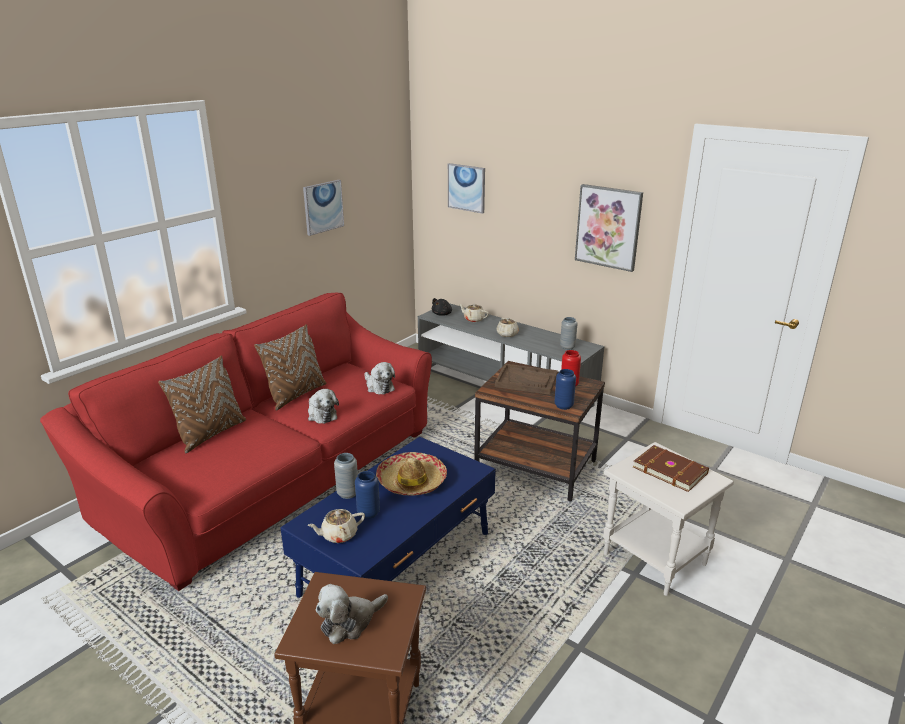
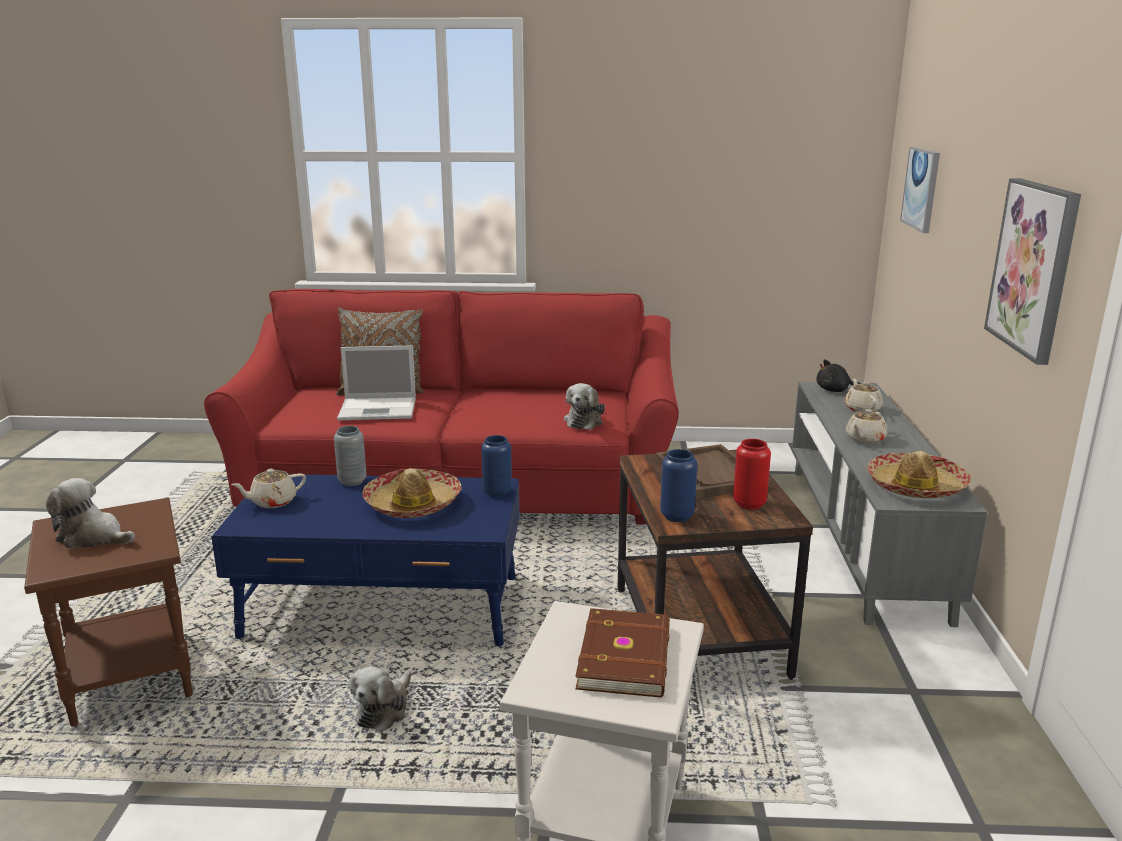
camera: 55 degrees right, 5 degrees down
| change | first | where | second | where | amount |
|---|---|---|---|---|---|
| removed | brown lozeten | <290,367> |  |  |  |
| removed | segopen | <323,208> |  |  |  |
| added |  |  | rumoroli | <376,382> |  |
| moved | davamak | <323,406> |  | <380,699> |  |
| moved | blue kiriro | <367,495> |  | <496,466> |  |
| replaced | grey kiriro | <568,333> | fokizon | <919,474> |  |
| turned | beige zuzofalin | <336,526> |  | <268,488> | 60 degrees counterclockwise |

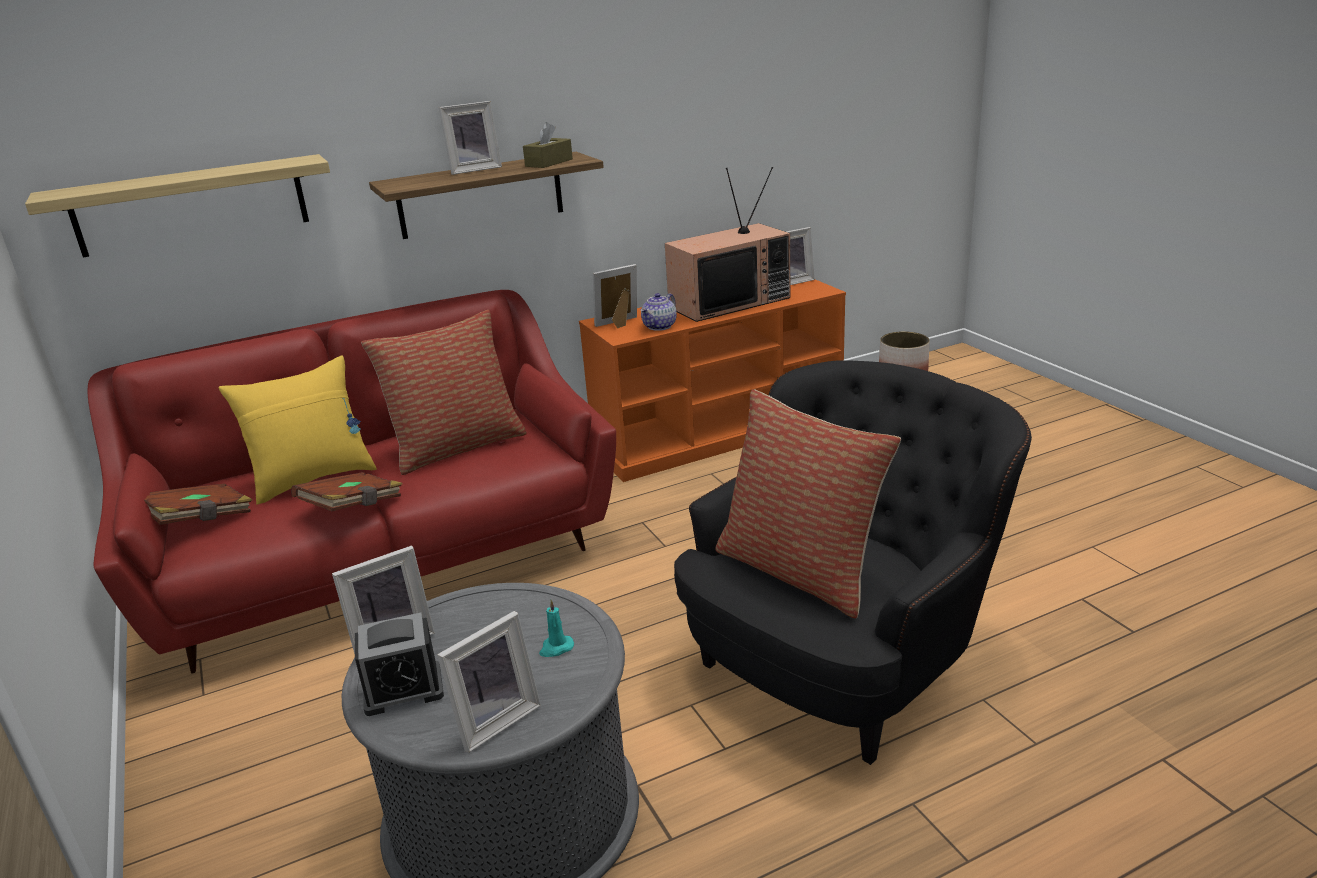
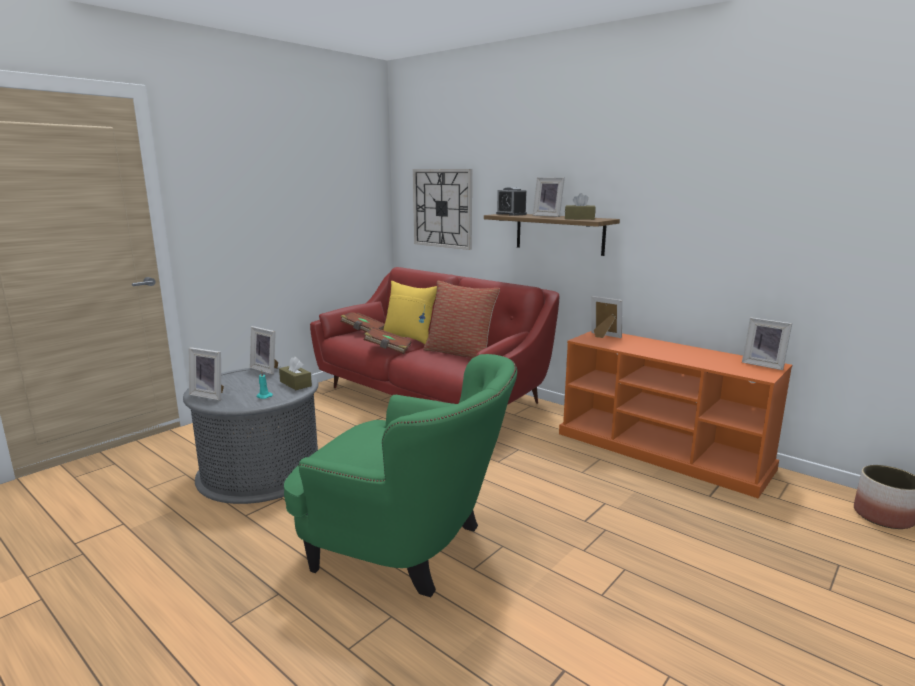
camera: 65 degrees right, 10 degrees down
| change | first | where | second | where | amount |
|---|---|---|---|---|---|
| removed | zuzofalin | <658,312> |  |  |  |
| removed | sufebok | <727,244> |  |  |  |
| removed | lozeten | <808,504> |  |  |  |
| added |  |  | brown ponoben | <295,373> |  |
| moved | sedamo | <399,664> |  | <511,201> |  |
| replaced | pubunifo | <177,205> | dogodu | <442,209> |  |
| recoloured | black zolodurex | <853,562> | green zolodurex | <400,475> |  |

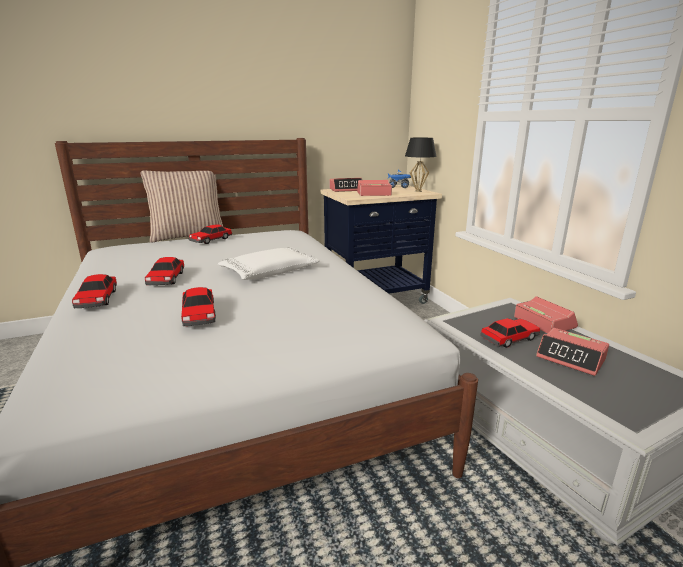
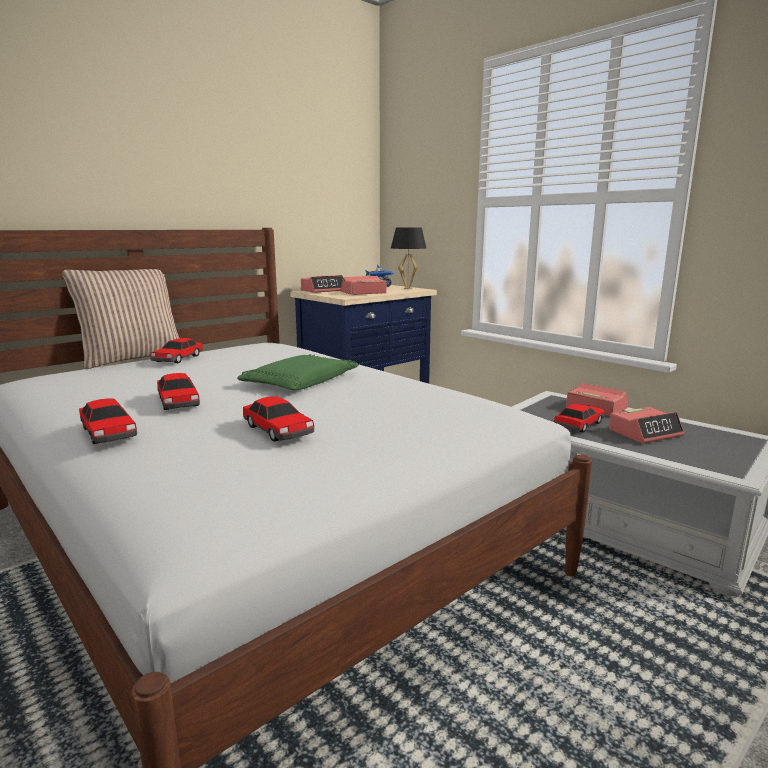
camera: 20 degrees left, 5 degrees down
| change | first | where | second | where | amount |
|---|---|---|---|---|---|
| recoloured | white lozeten | <268,263> | green lozeten | <298,372> |  |
| turned | sedamo | <572,352> |  | <646,425> | 45 degrees counterclockwise |

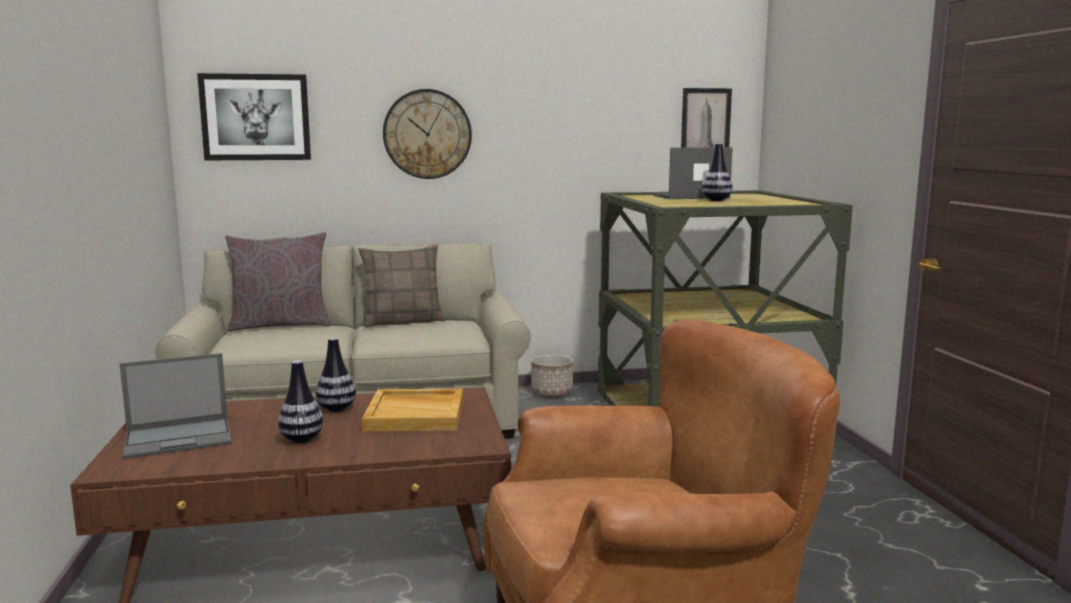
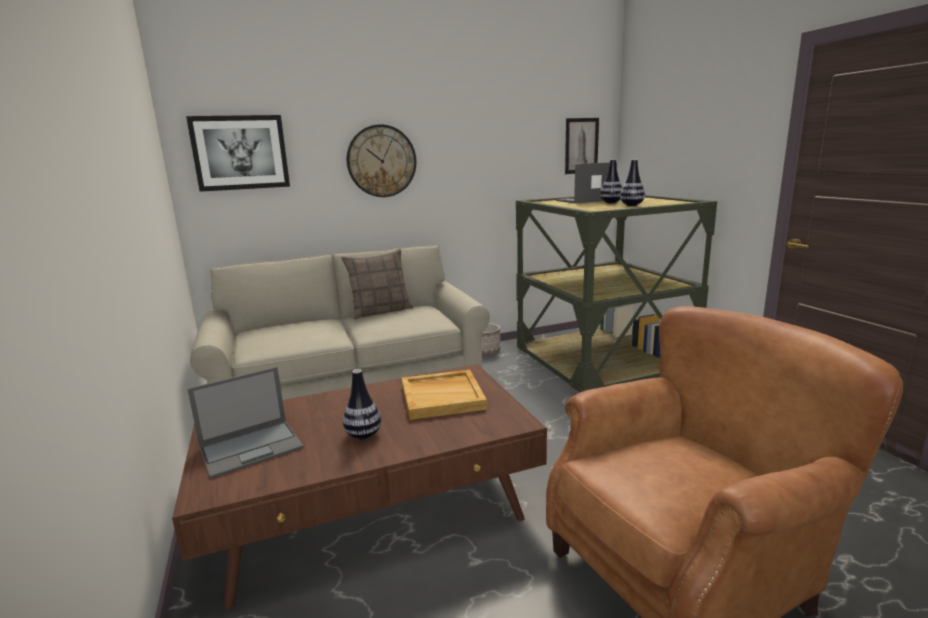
camera: 10 degrees left, 5 degrees up
| change | first | where | second | where | amount |
|---|---|---|---|---|---|
| removed | grey lozeten | <277,282> |  |  |  |
| moved | kiriro | <335,374> |  | <632,183> |  |

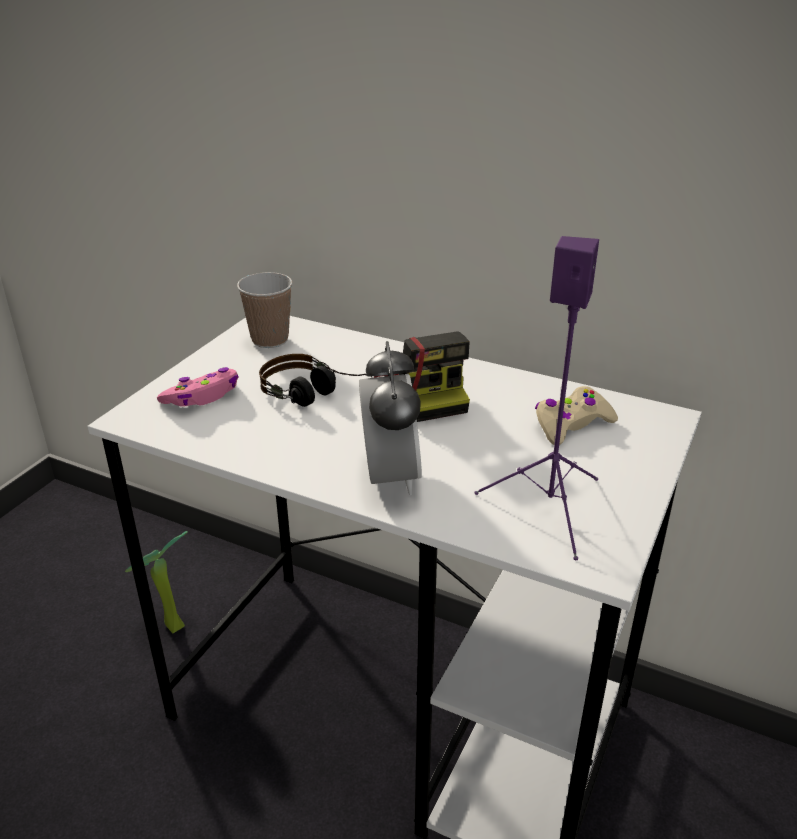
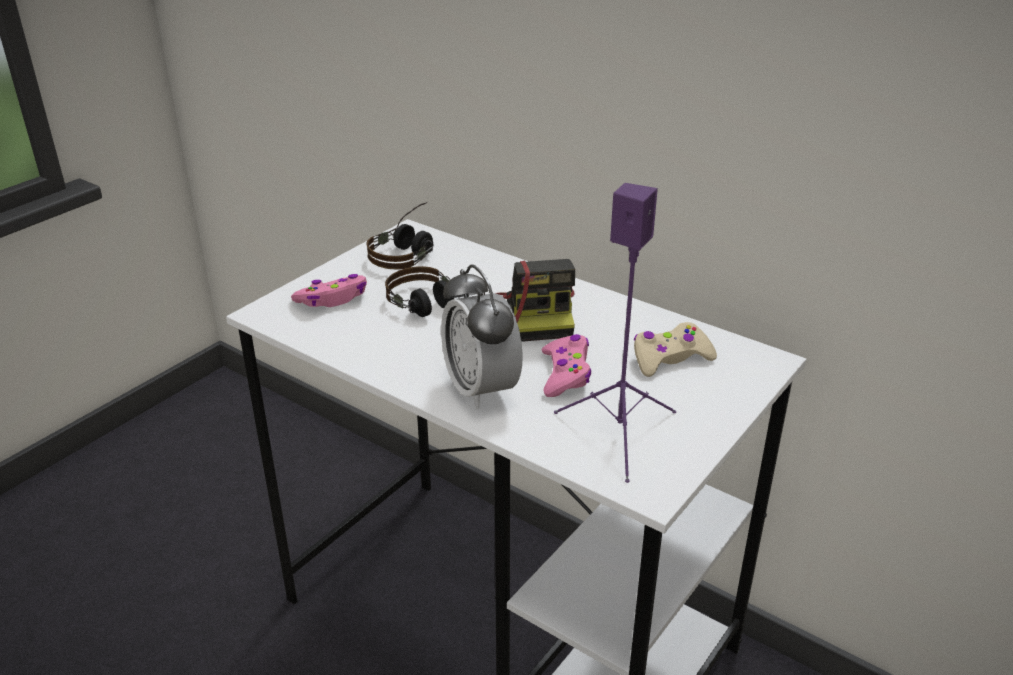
camera: 10 degrees right, 0 degrees up
| change | first | where | second | where | amount |
|---|---|---|---|---|---|
| removed | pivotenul | <156,582> |  |  |  |
| added |  |  | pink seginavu | <566,365> |  |
| replaced | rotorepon | <265,310> | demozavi | <399,235> |  |
| turned | sedamo | <390,418> |  | <482,336> | 150 degrees clockwise |

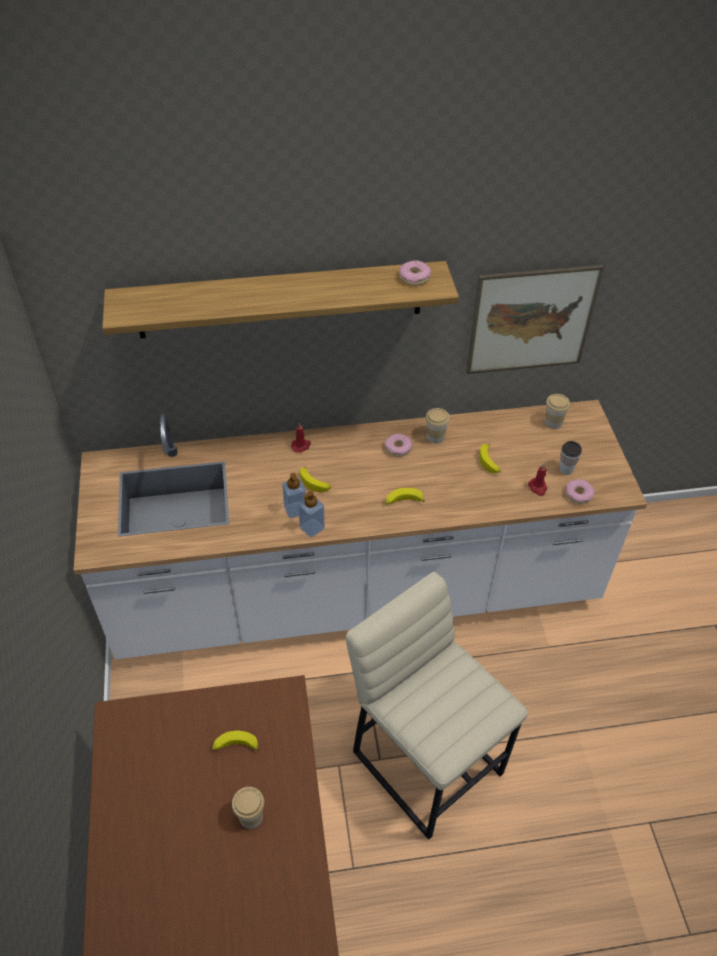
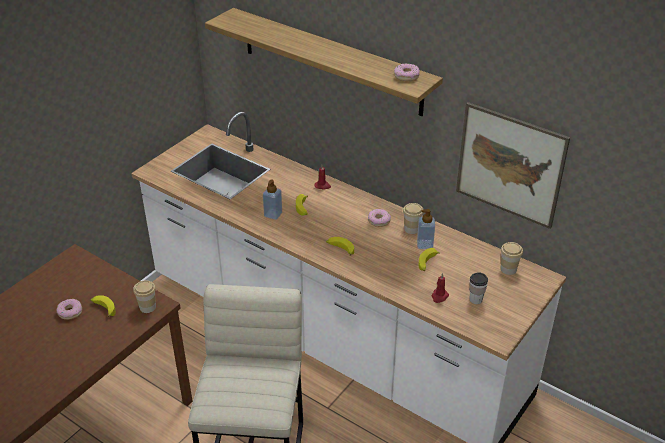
camera: 45 degrees right, 10 degrees down
| change | first | where | second | where | amount |
|---|---|---|---|---|---|
| moved | rotorepon | <248,808> |  | <144,296> |  |
| moved | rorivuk | <311,514> |  | <426,229> |  |
| moved | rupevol | <580,491> |  | <69,309> |  |

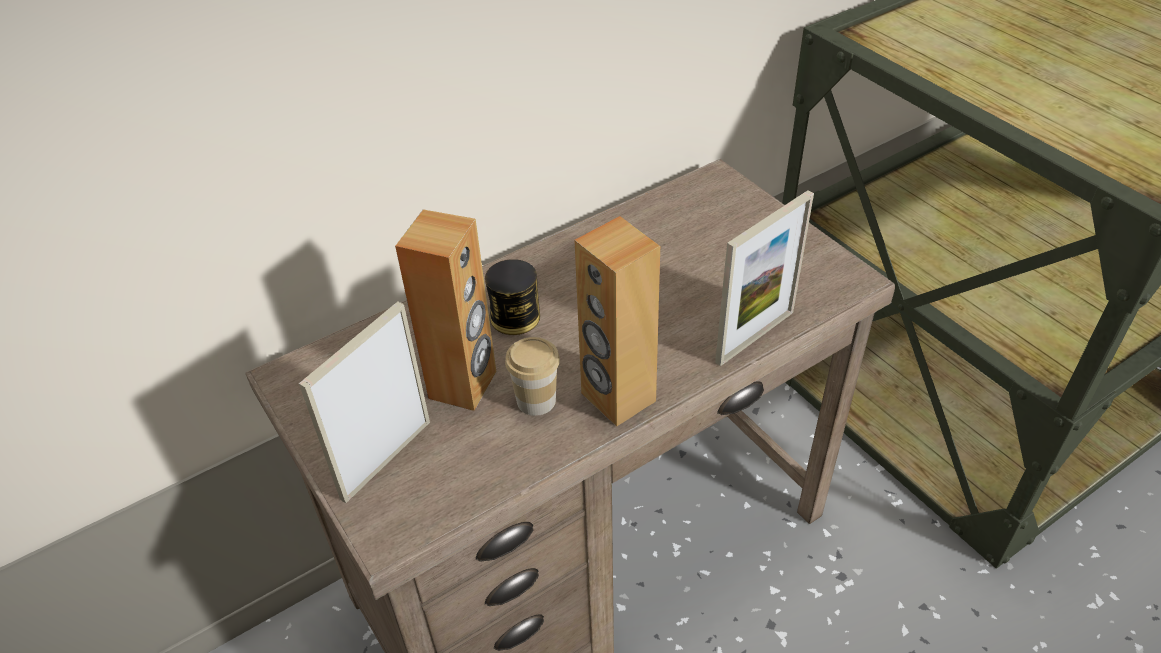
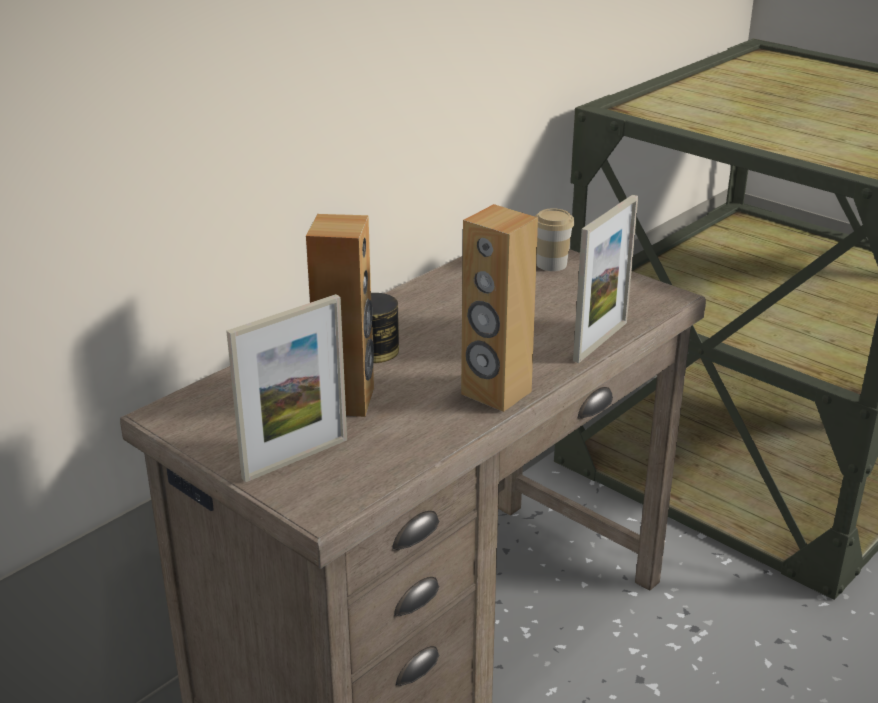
camera: 15 degrees left, 15 degrees down
| change | first | where | second | where | amount |
|---|---|---|---|---|---|
| moved | rotorepon | <532,376> |  | <555,239> |  |
| turned | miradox | <364,402> |  | <286,388> | 150 degrees counterclockwise |

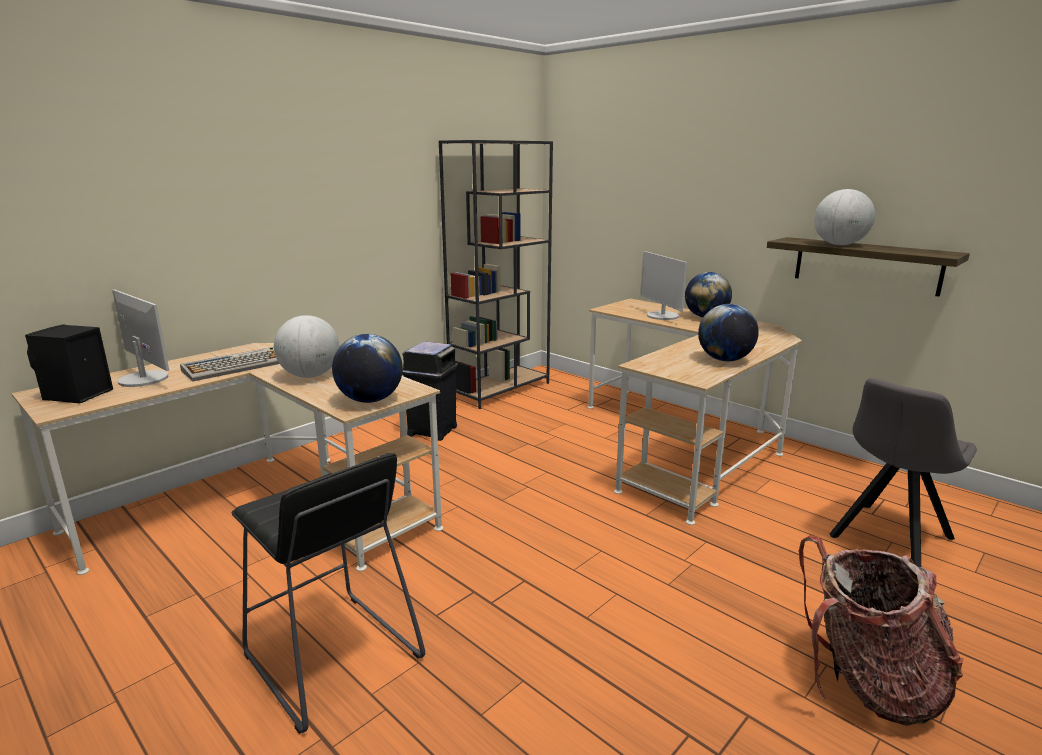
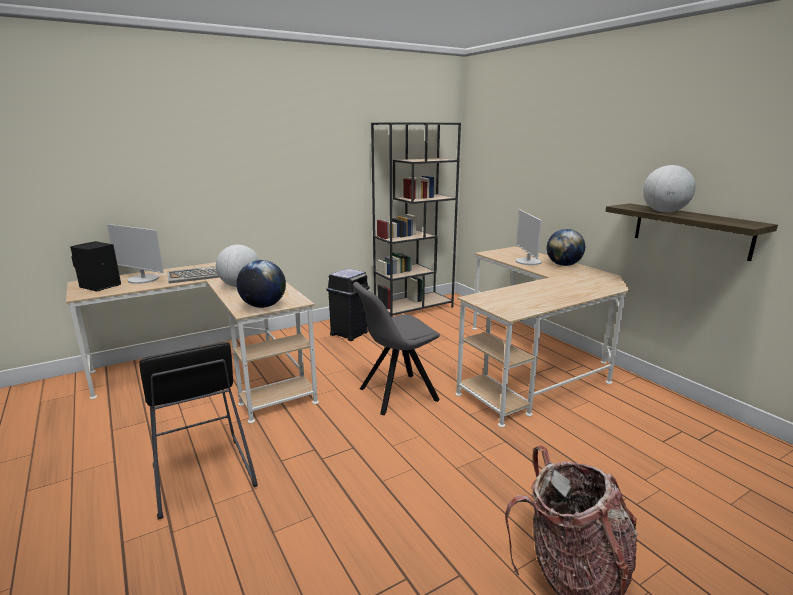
camera: 15 degrees right, 0 degrees up
| change | first | where | second | where | amount |
|---|---|---|---|---|---|
| removed | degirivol | <728,332> |  |  |  |
| moved | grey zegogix | <903,473> |  | <396,348> |  |
| turned | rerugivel | <140,338> |  | <135,254> | 150 degrees clockwise |

